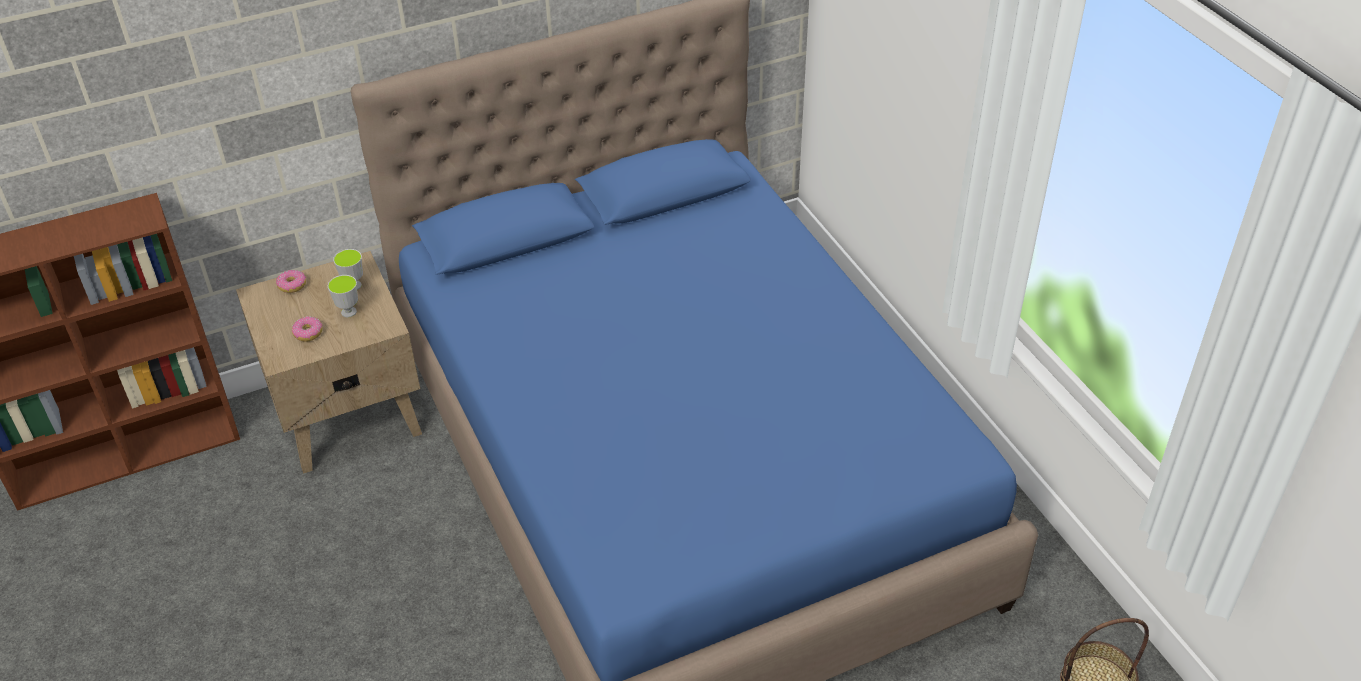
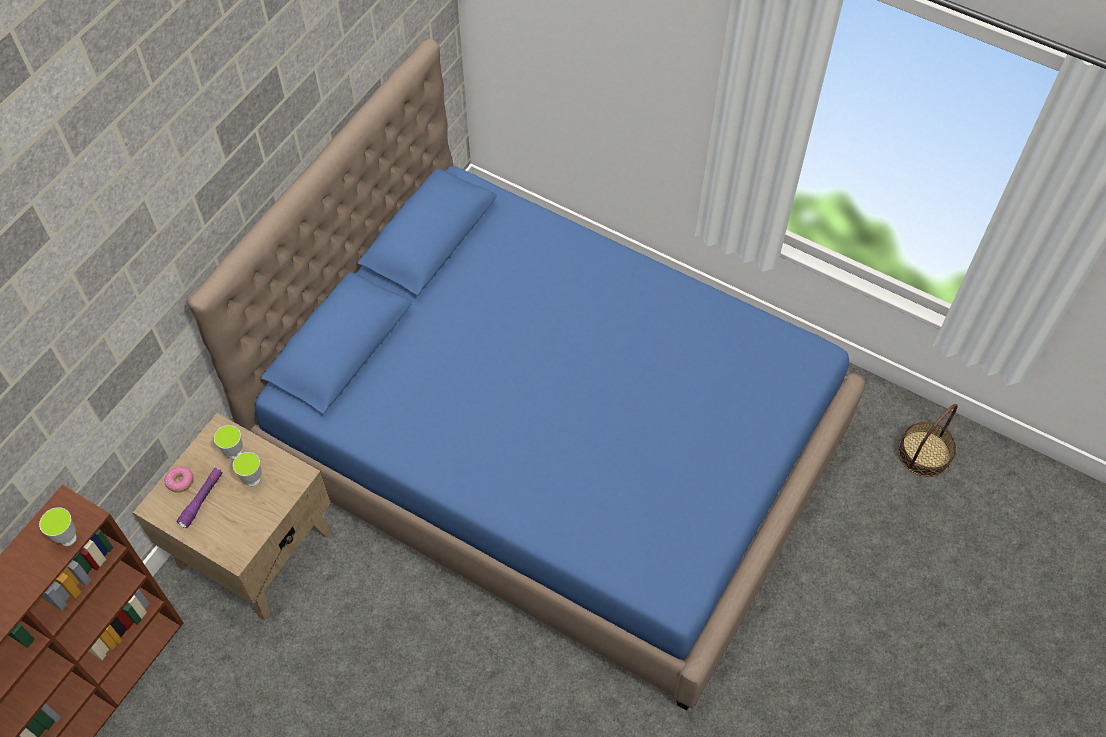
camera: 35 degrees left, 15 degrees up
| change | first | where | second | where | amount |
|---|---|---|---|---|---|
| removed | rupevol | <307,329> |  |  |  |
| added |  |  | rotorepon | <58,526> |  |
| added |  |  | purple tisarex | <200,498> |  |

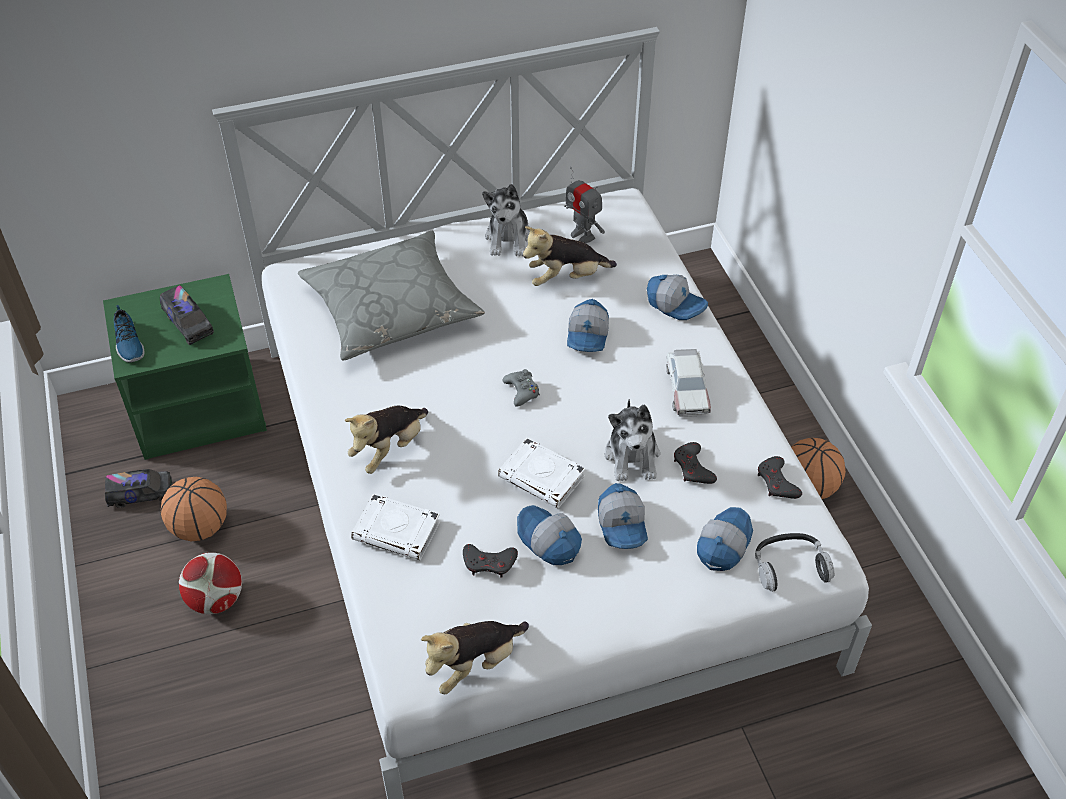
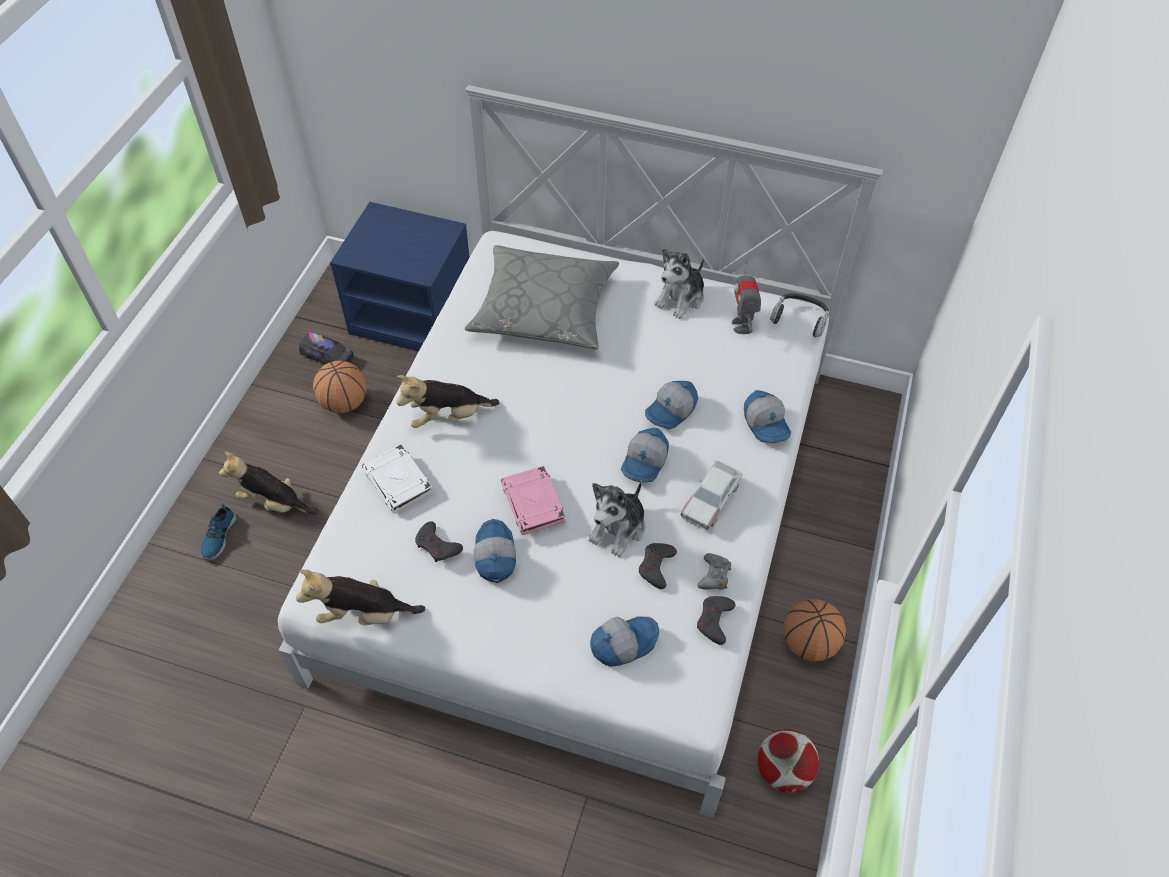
camera: 35 degrees right, 5 degrees up
| change | first | where | second | where | amount |
|---|---|---|---|---|---|
| removed | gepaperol | <187,315> |  |  |  |
| moved | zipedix | <129,334> |  | <218,531> |  |
| moved | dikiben | <210,583> |  | <788,760> |  |
| moved | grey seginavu | <521,388> |  | <714,571> |  |
| moved | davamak | <570,256> |  | <269,483> |  |
| moved | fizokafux | <623,516> |  | <645,455> |  |
| moved | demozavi | <795,562> |  | <799,315> |  |
| recoloured | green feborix | <185,367> | blue feborix | <400,276> |  |
| recoloured | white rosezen | <541,473> | pink rosezen | <533,500> |  |

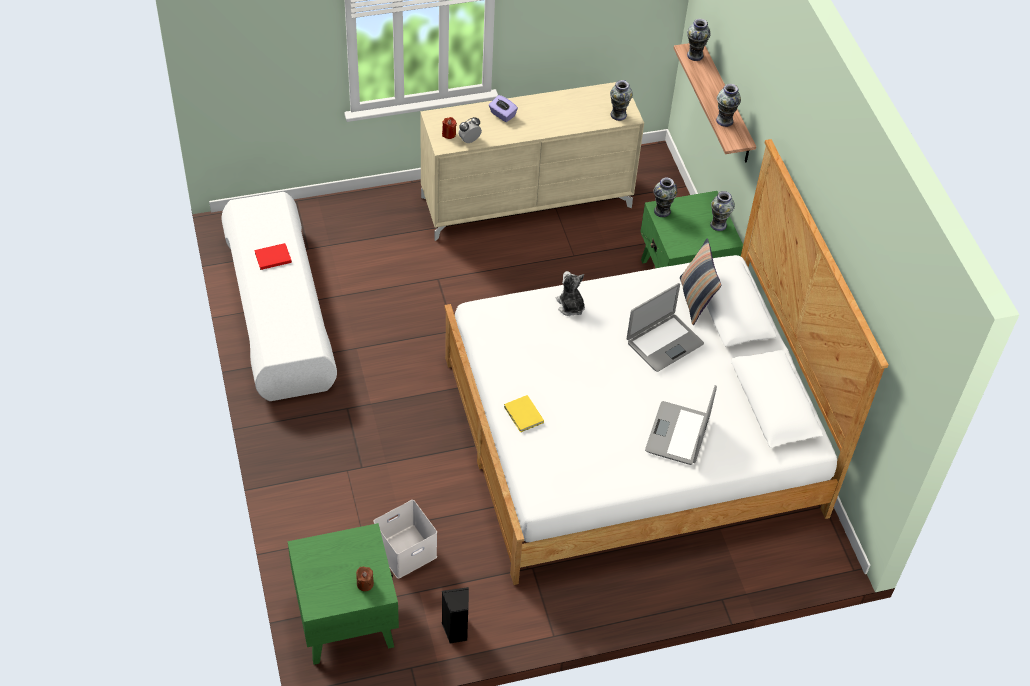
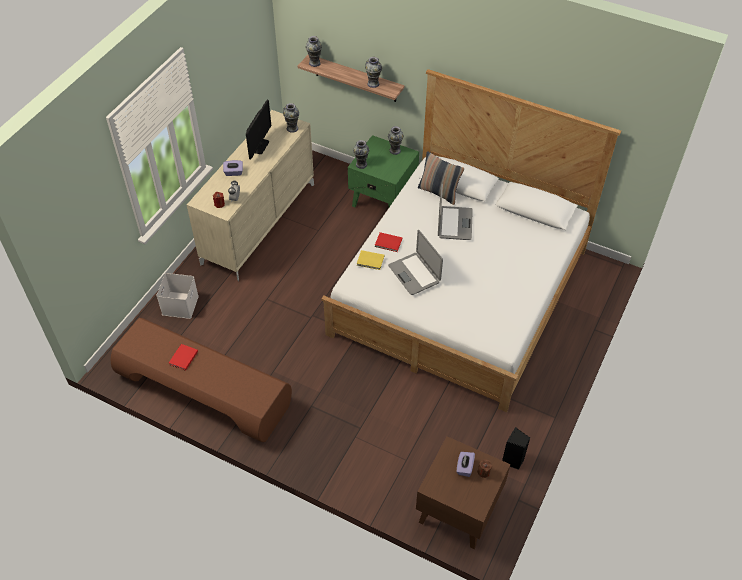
camera: 45 degrees left, 0 degrees up
| change | first | where | second | where | amount |
|---|---|---|---|---|---|
| added |  |  | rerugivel | <258,129> |  |
| added |  |  | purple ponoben | <466,464> |  |
| moved | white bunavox | <405,539> |  | <177,296> |  |
| moved | yellow rosezen | <524,414> |  | <370,260> |  |
| moved | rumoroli | <681,425> |  | <415,262> |  |
| replaced | davamak | <570,293> | red rosezen | <388,242> |  |
| recoloured | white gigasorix | <279,296> | brown gigasorix | <201,380> |  |
| recoloured | green feborix | <343,594> | brown feborix | <463,492> |  |

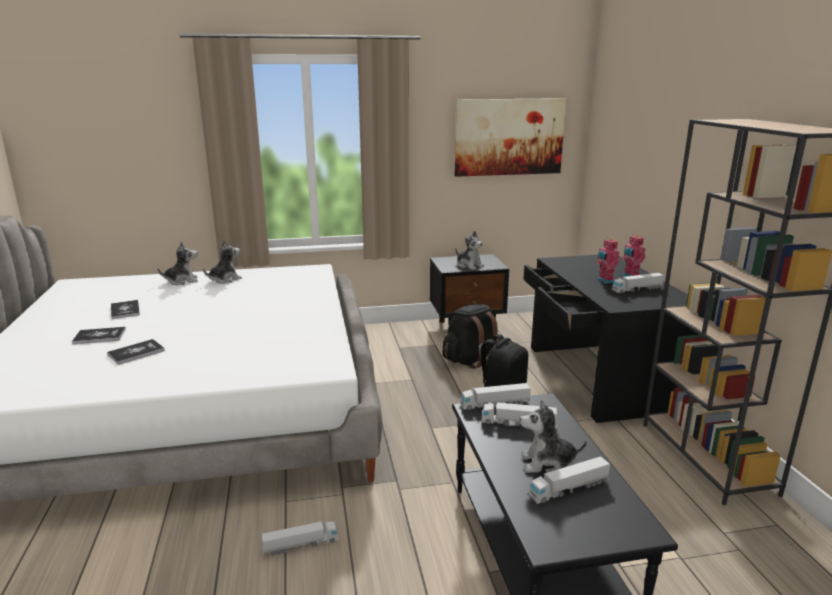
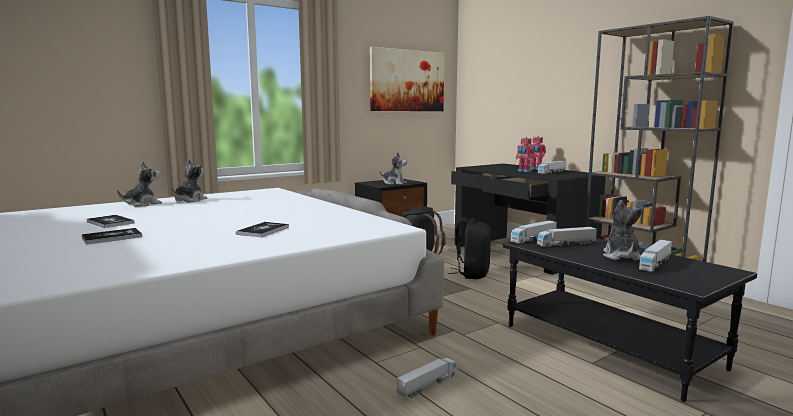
camera: 25 degrees left, 10 degrees down
| change | first | where | second | where | amount |
|---|---|---|---|---|---|
| moved | rosezen | <136,352> |  | <262,229> |  |
| turned | davamak | <553,436> |  | <623,230> | 120 degrees clockwise |

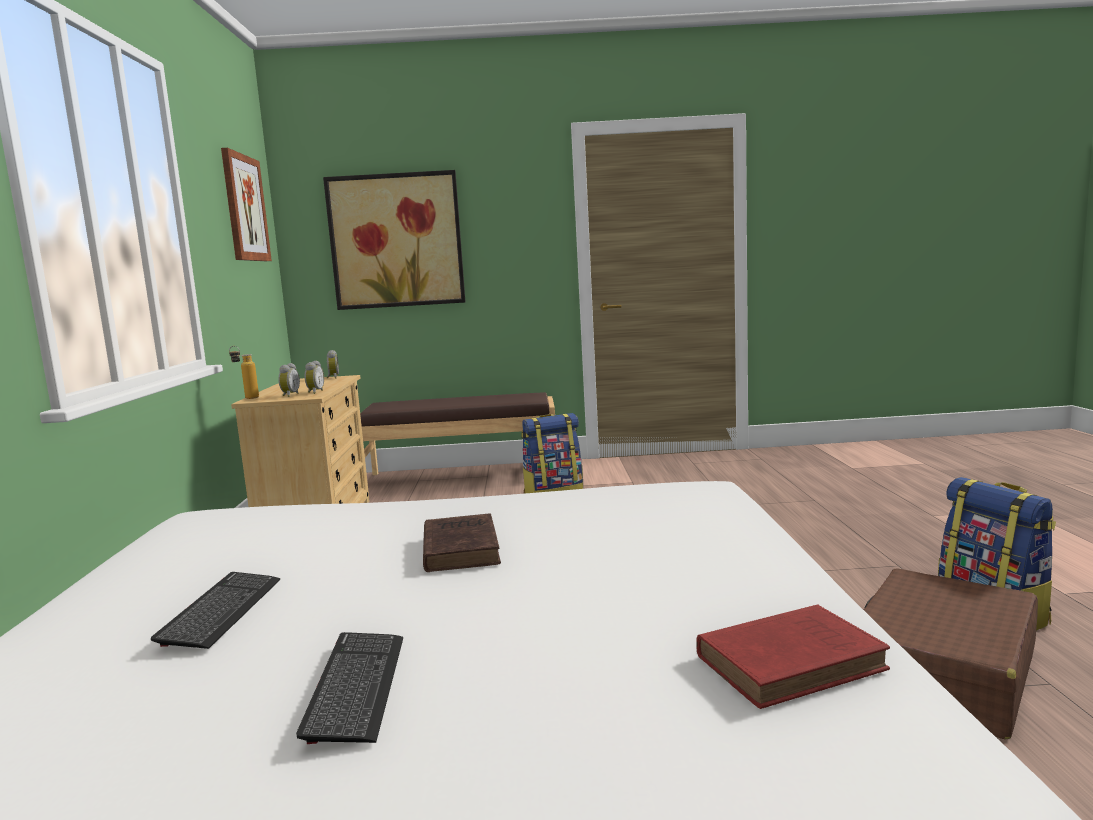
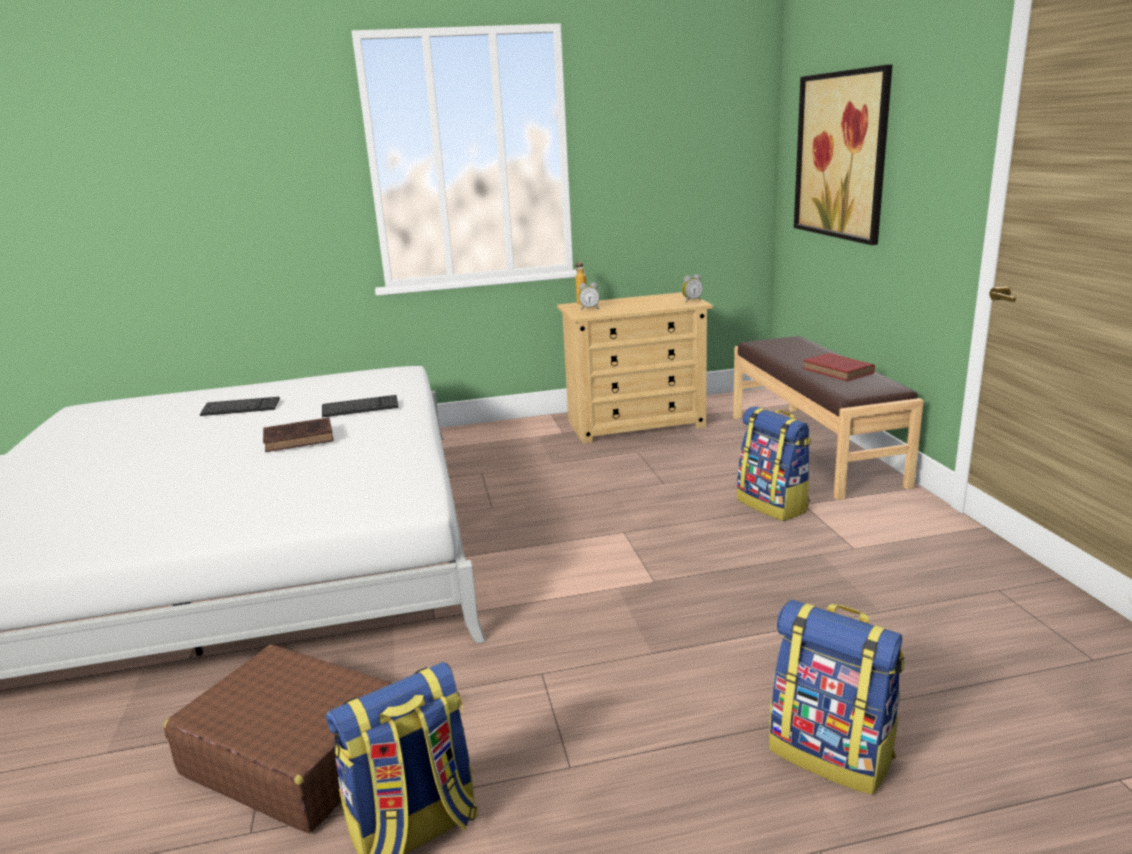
camera: 80 degrees right, 10 degrees up
| change | first | where | second | where | amount |
|---|---|---|---|---|---|
| removed | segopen | <246,204> |  |  |  |
| removed | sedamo | <314,377> |  |  |  |
| added |  |  | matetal | <836,697> |  |
| moved | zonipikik | <349,688> |  | <360,406> |  |
| moved | red rosezen | <793,656> |  | <839,367> |  |

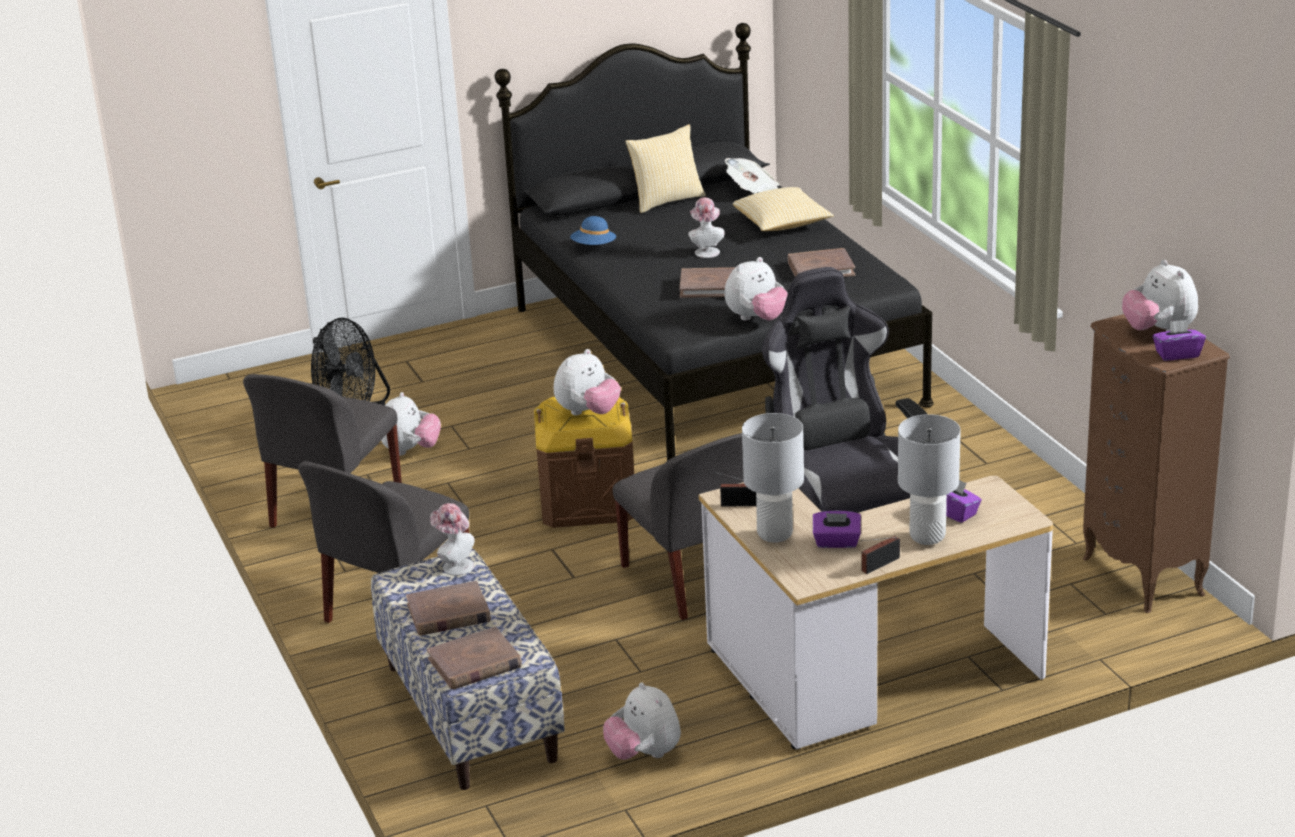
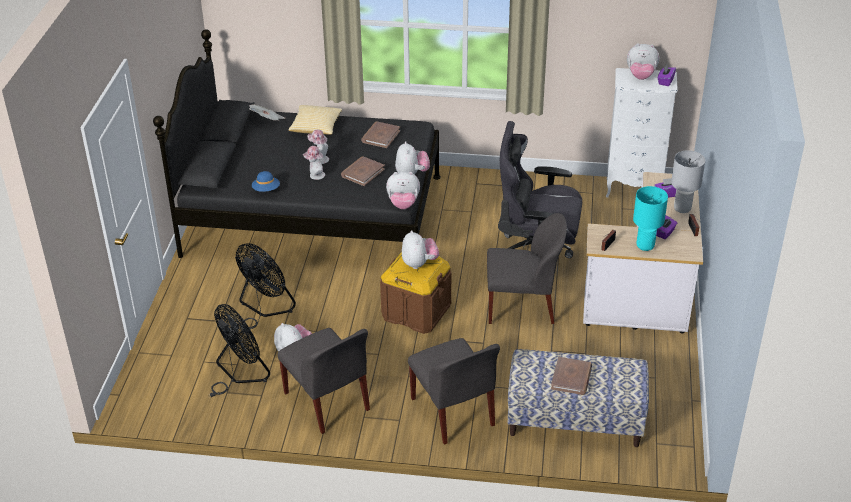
camera: 60 degrees left, 10 degrees up
| change | first | where | second | where | amount |
|---|---|---|---|---|---|
| removed | brown rosezen | <474,658> |  |  |  |
| removed | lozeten | <665,168> |  |  |  |
| added |  |  | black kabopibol | <265,286> |  |
| moved | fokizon | <452,539> |  | <314,163> |  |
| moved | davamak | <642,721> |  | <403,190> |  |
| recoloured | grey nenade | <773,478> | turquoise nenade | <650,218> |  |
| recoloured | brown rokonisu | <1156,463> | white rokonisu | <642,132> |  |

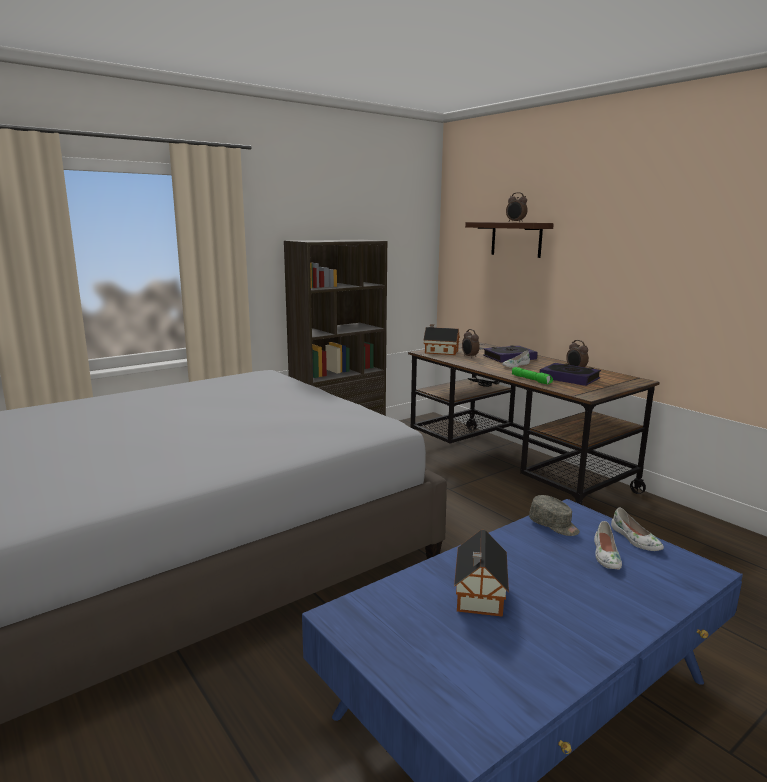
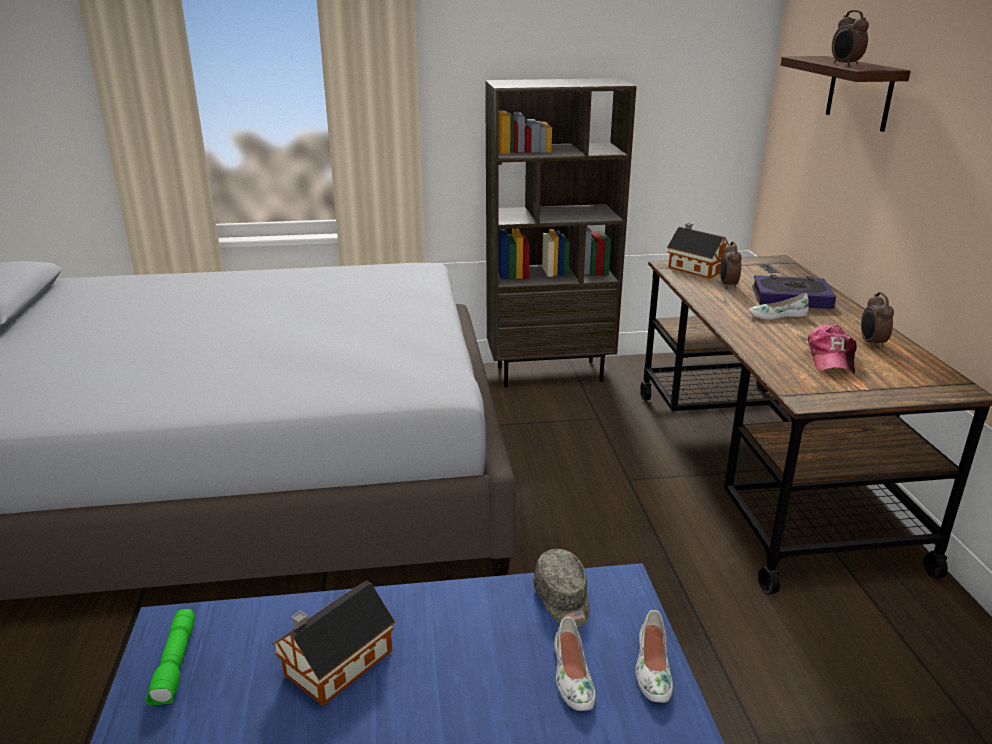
camera: 30 degrees right, 10 degrees up
| change | first | where | second | where | amount |
|---|---|---|---|---|---|
| moved | green tisarex | <532,375> |  | <170,657> |  |
| replaced | rosezen | <570,374> | fizokafux | <832,349> |  |
| turned | white zipedix | <608,545> |  | <575,663> | 45 degrees counterclockwise |

